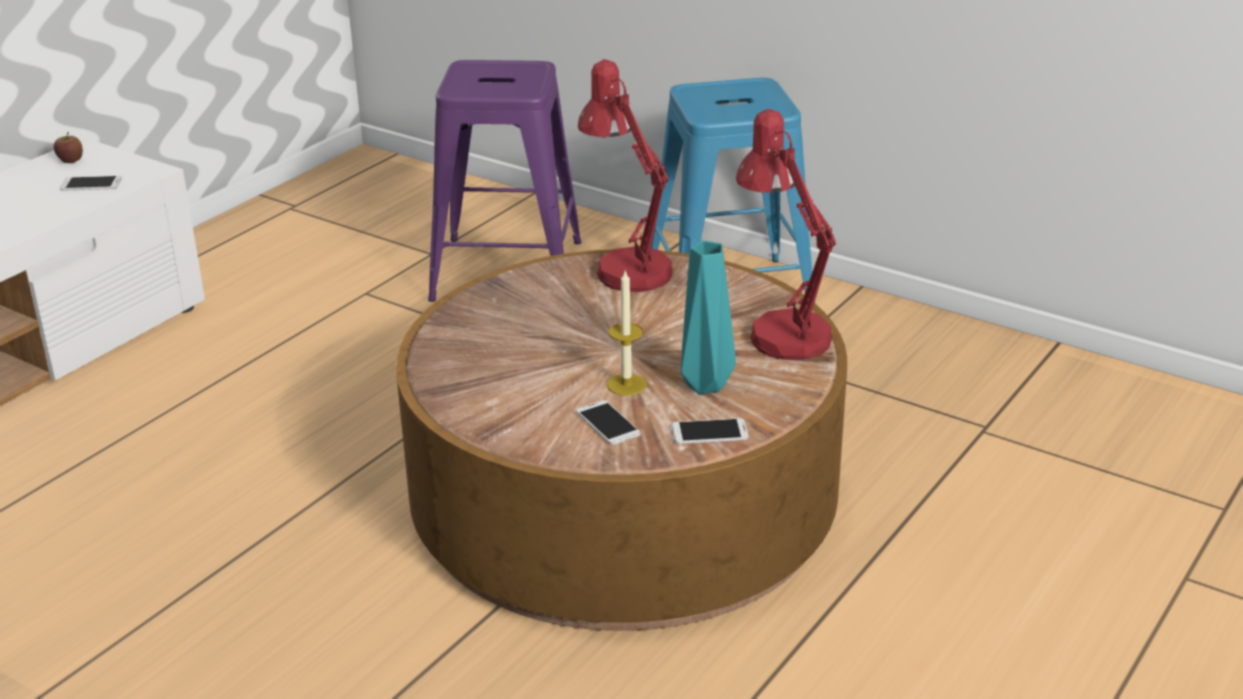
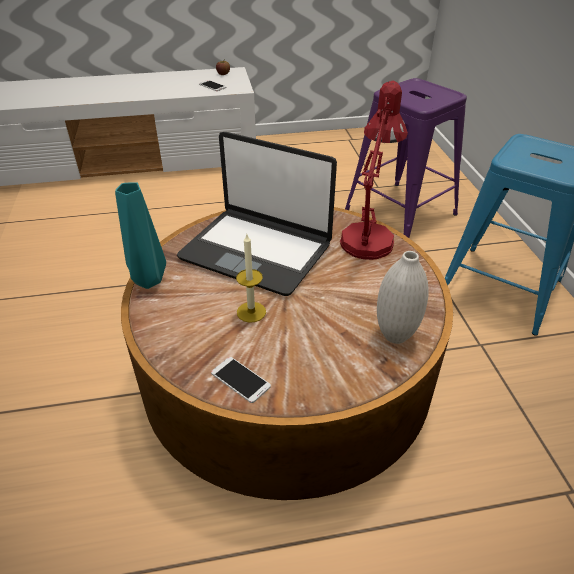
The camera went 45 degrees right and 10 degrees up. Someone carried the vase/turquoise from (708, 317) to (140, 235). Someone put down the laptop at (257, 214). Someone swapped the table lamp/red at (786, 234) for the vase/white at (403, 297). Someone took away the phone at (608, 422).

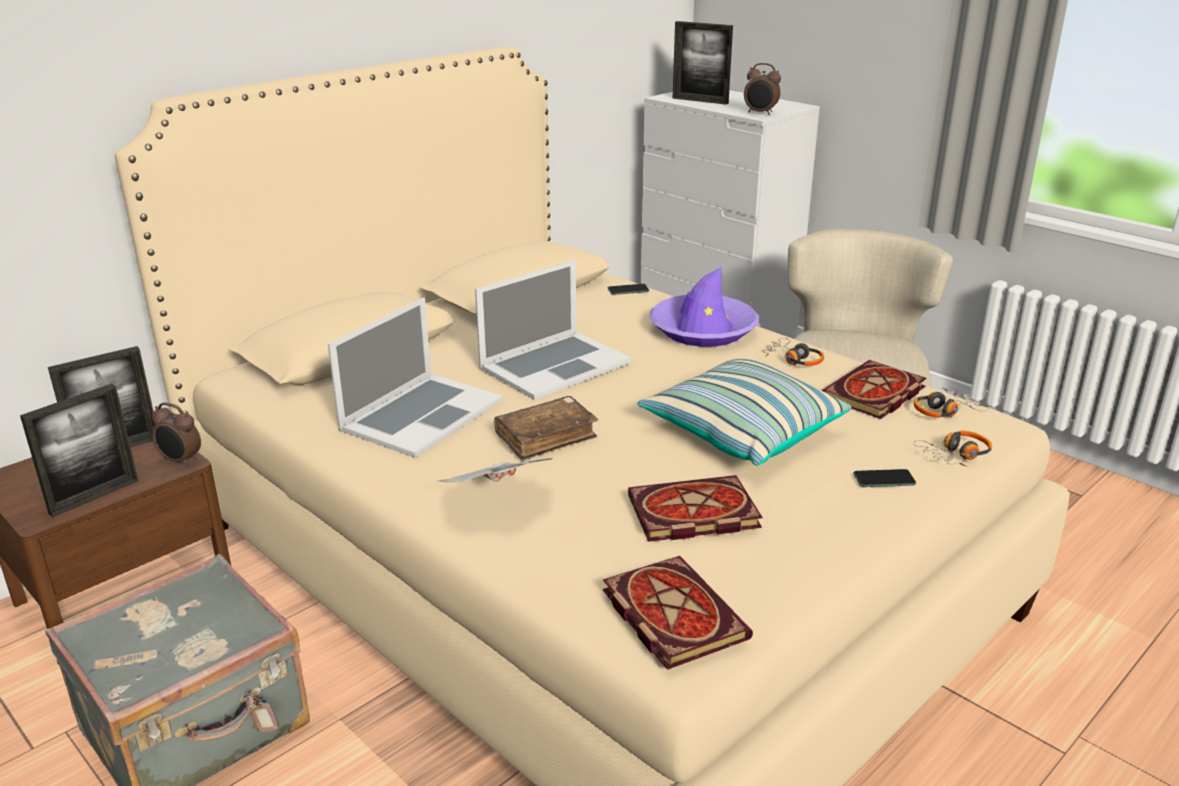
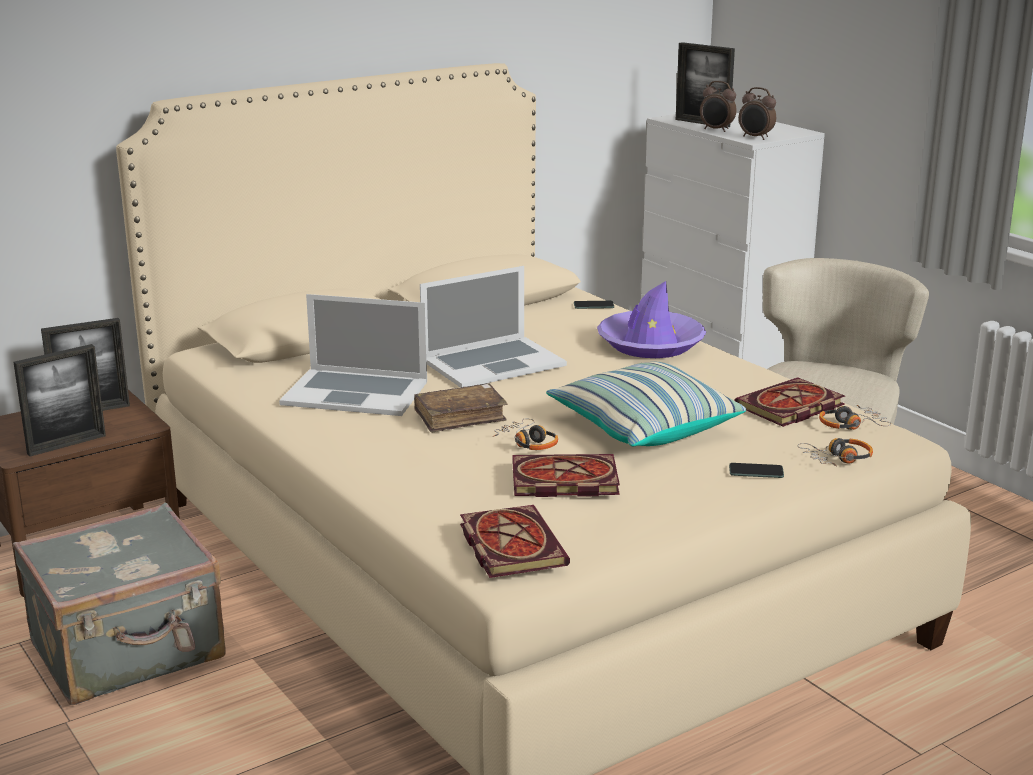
The camera went 10 degrees right and 5 degrees down. Someone rotated the laptop at (415, 377) by 60 degrees clockwise. Someone carried the headphones from (793, 352) to (525, 434). Someone carried the alarm clock from (176, 434) to (718, 106). Someone took away the newspaper at (496, 470).

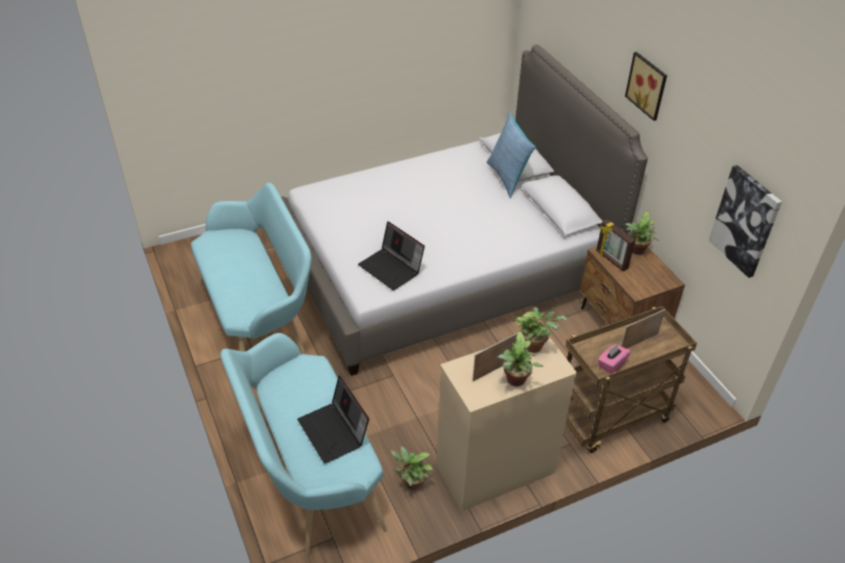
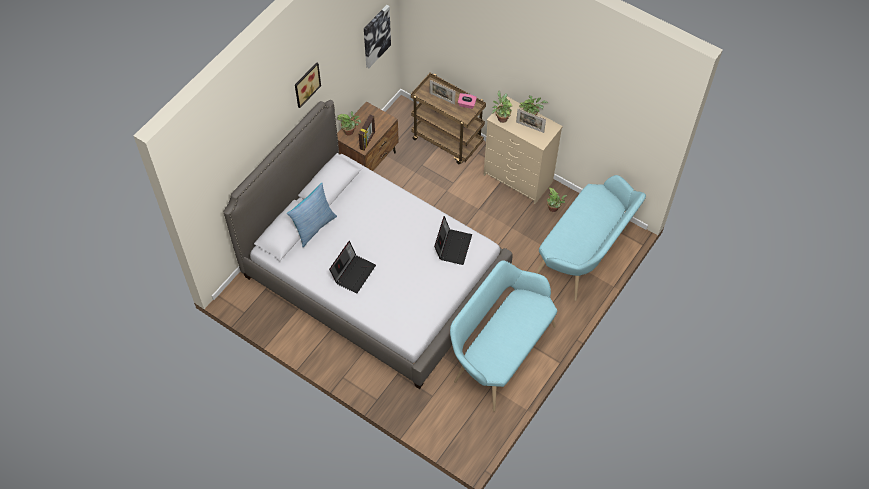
The camera went 120 degrees left and 15 degrees up. Someone carried the laptop from (333, 420) to (352, 267).

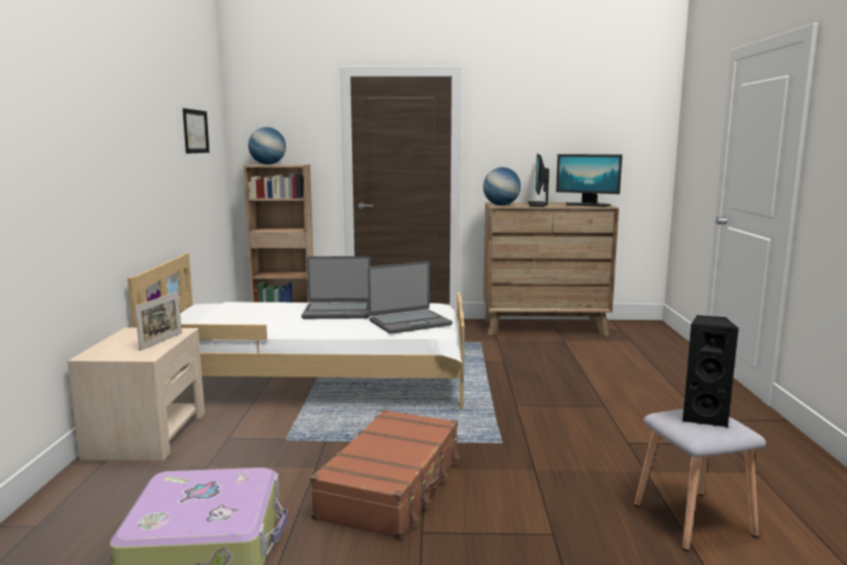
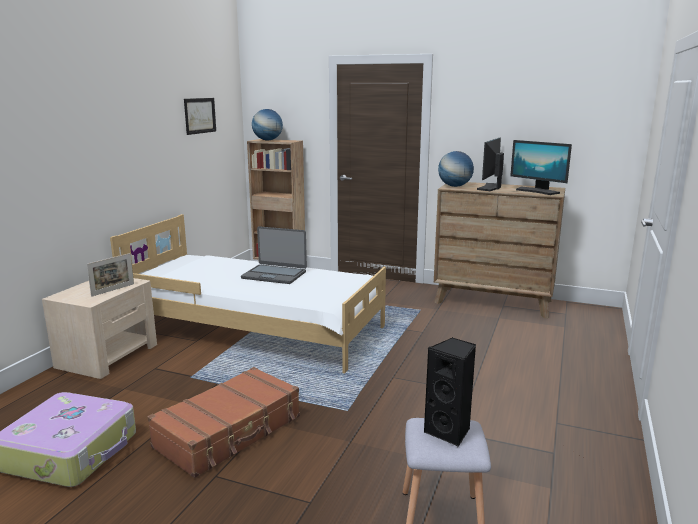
The camera went 20 degrees right and 5 degrees up. Someone took away the laptop at (410, 297).

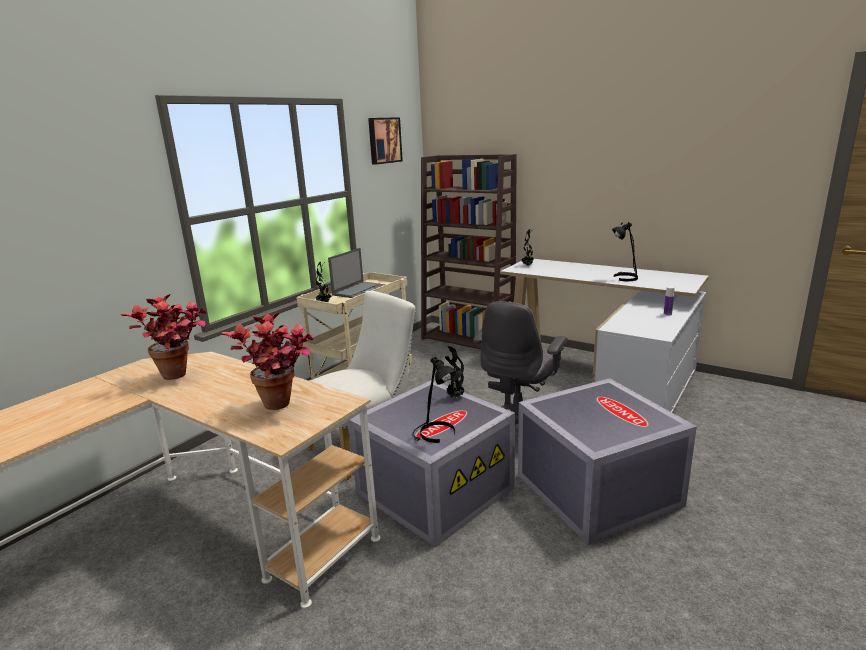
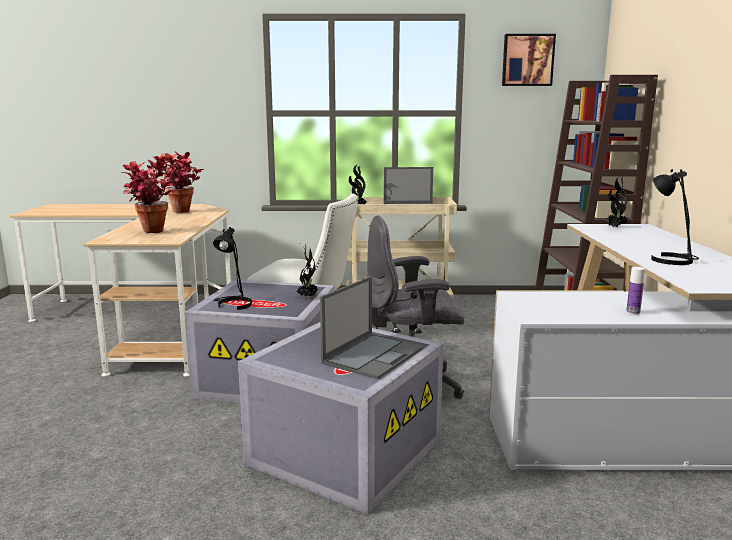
The camera went 55 degrees right and 5 degrees down. Someone put down the laptop at (371, 327).

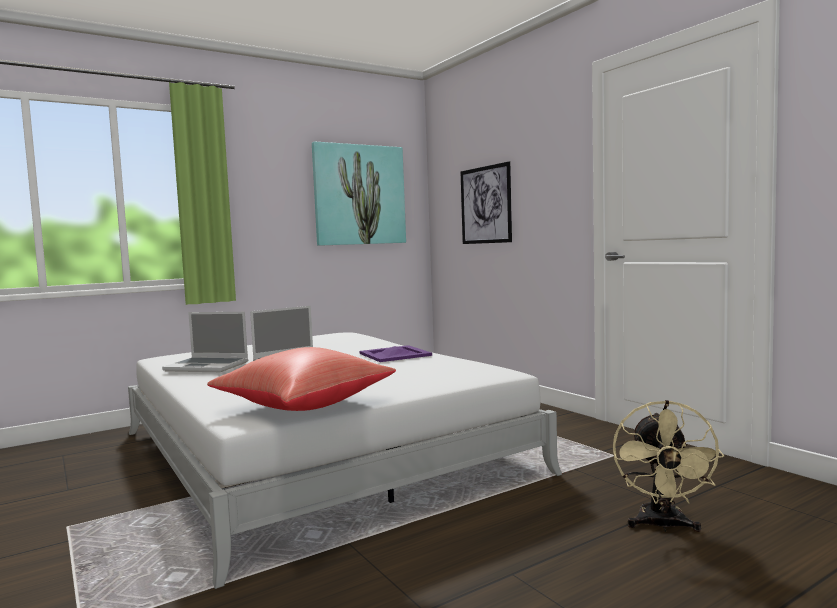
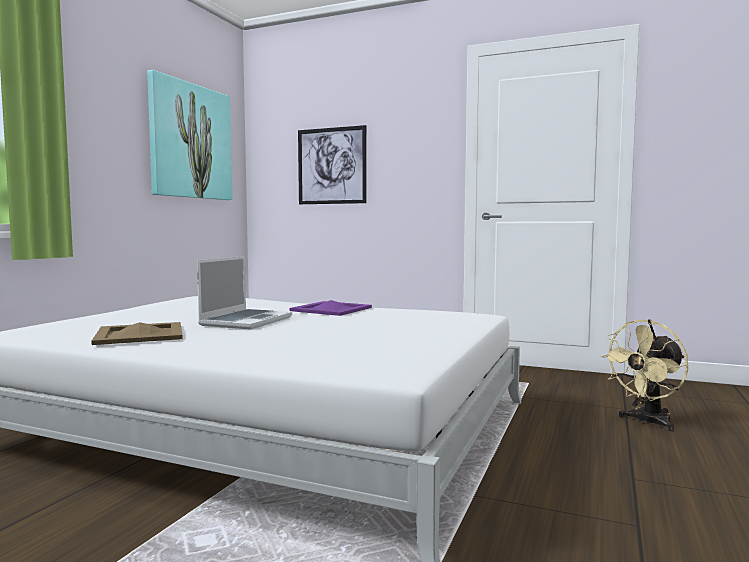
The camera went 35 degrees left and 0 degrees up. Someone swapped the laptop at (205, 342) for the tray/beige at (137, 333). Someone rotated the fan/beige at (668, 466) by 75 degrees clockwise. Someone took away the pillow/red at (301, 379).

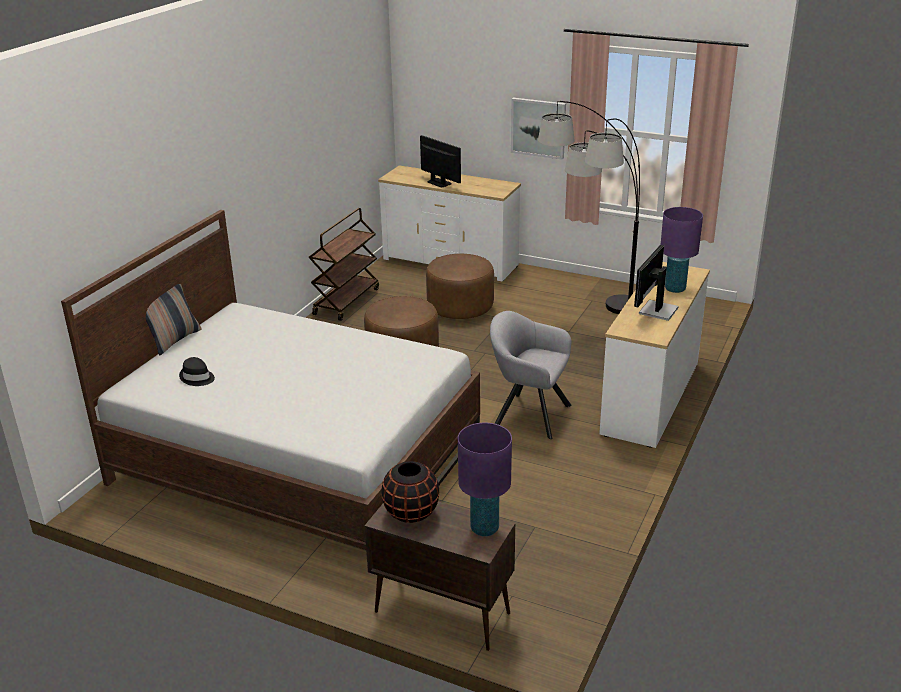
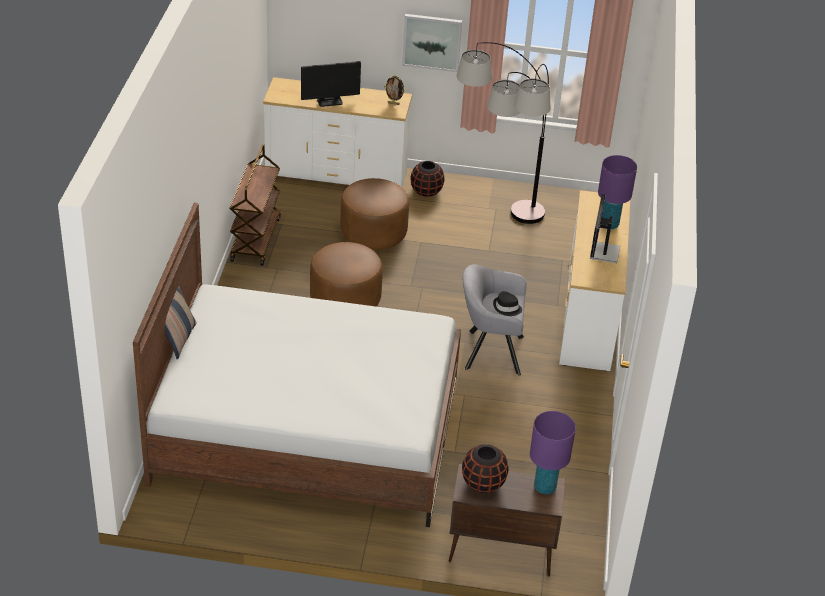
The camera went 20 degrees left and 10 degrees up. Someone rotated the monitor at (440, 161) by 135 degrees clockwise. Someone put down the picture frame at (394, 90). Someone put down the vase/black at (428, 179). Someone carried the hat/black from (197, 371) to (507, 303).

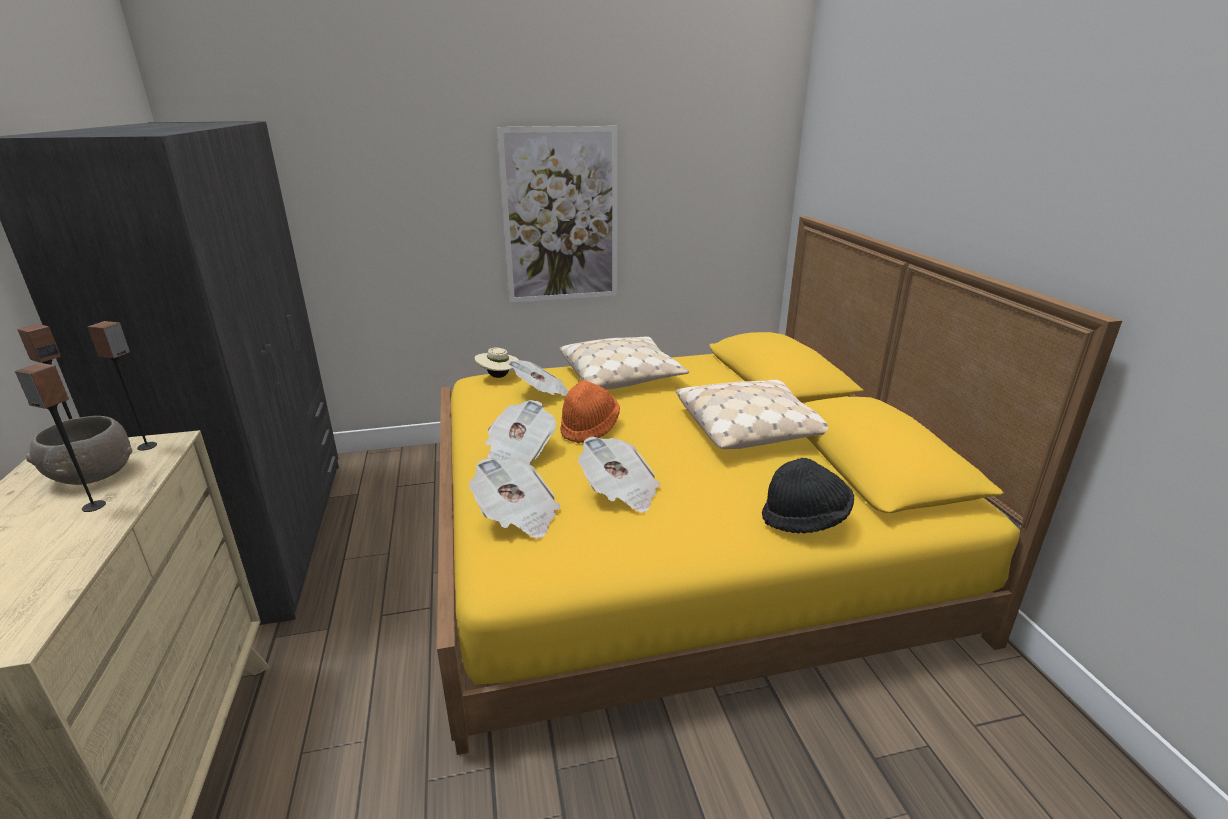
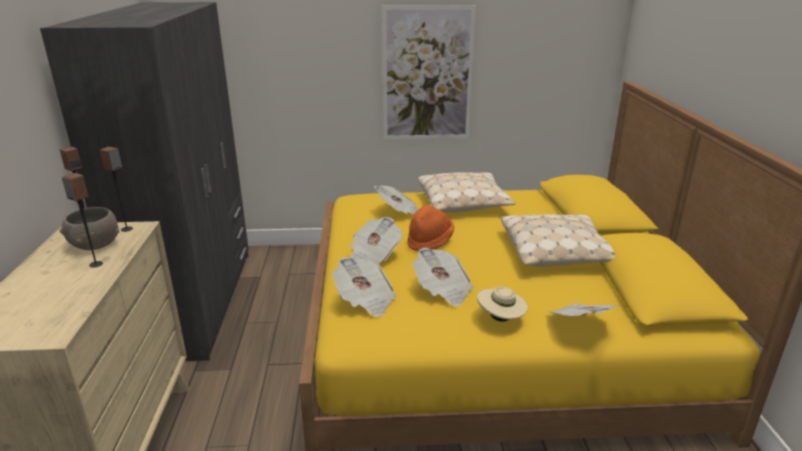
The camera went 10 degrees right and 0 degrees up. Someone carried the hat/beige from (497, 363) to (502, 304). Someone swapped the hat/black at (808, 496) for the newspaper at (583, 309).

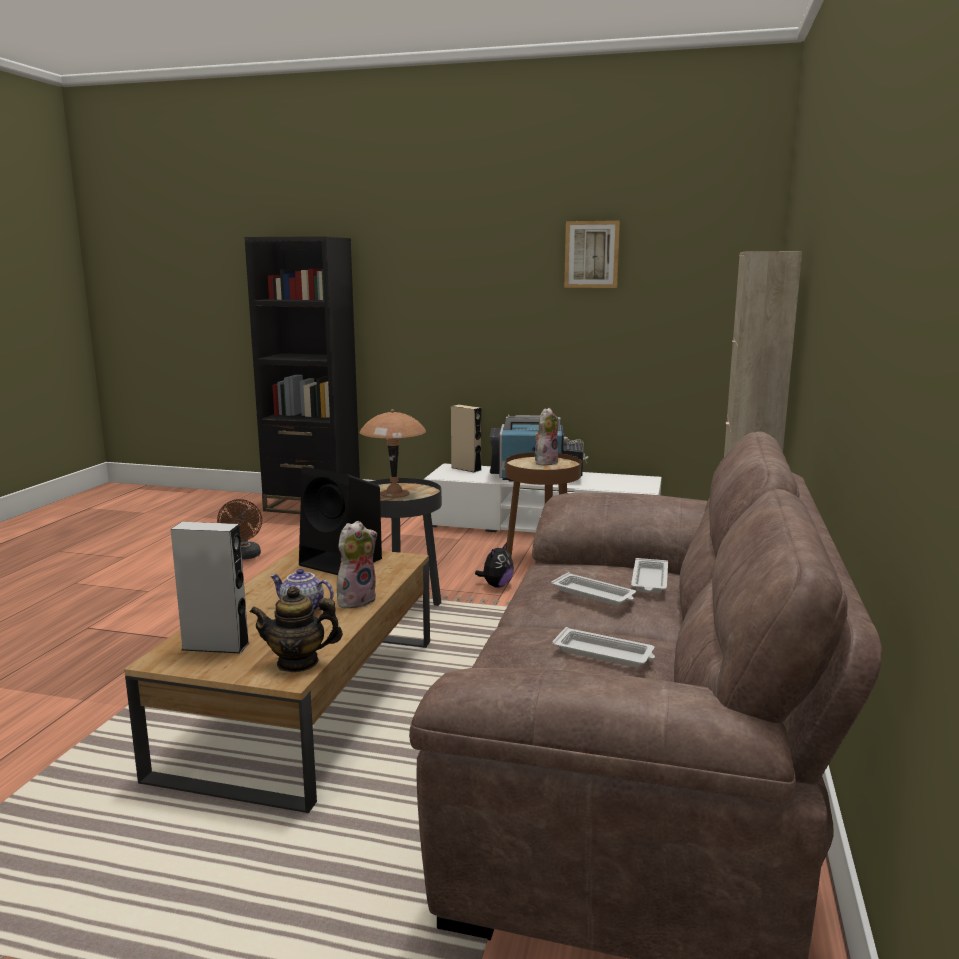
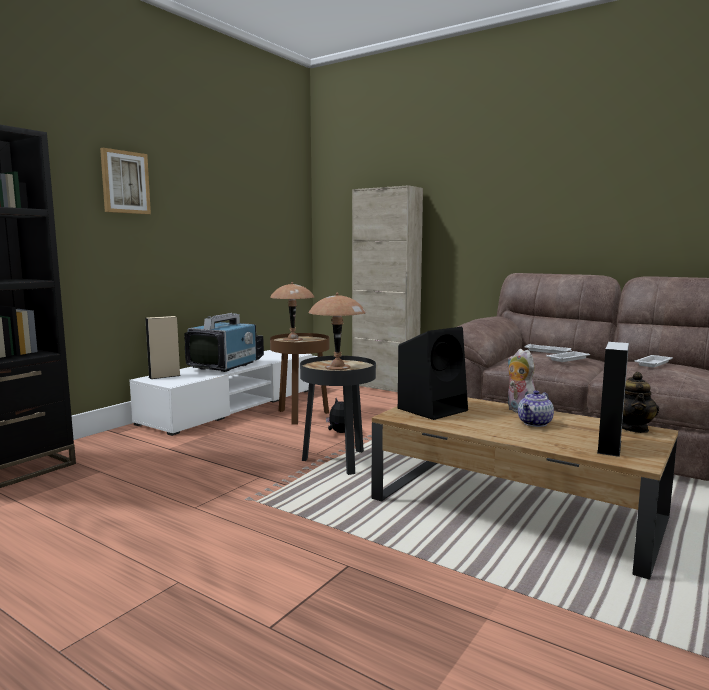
The camera went 70 degrees left and 5 degrees down. Someone carried the picture from (592, 254) to (125, 181). Someone swapped the plush toy at (546, 437) for the table lamp/brown at (292, 311). Someone took away the fan/brown at (239, 529).

